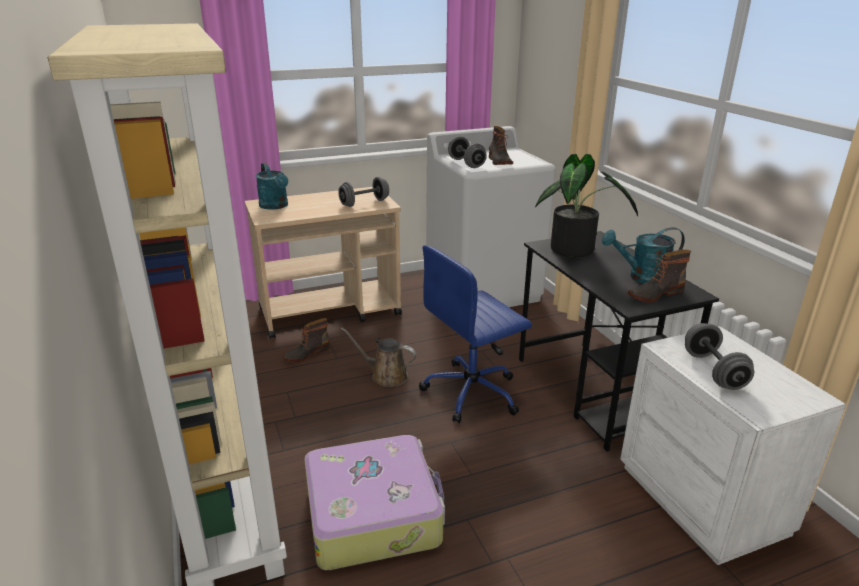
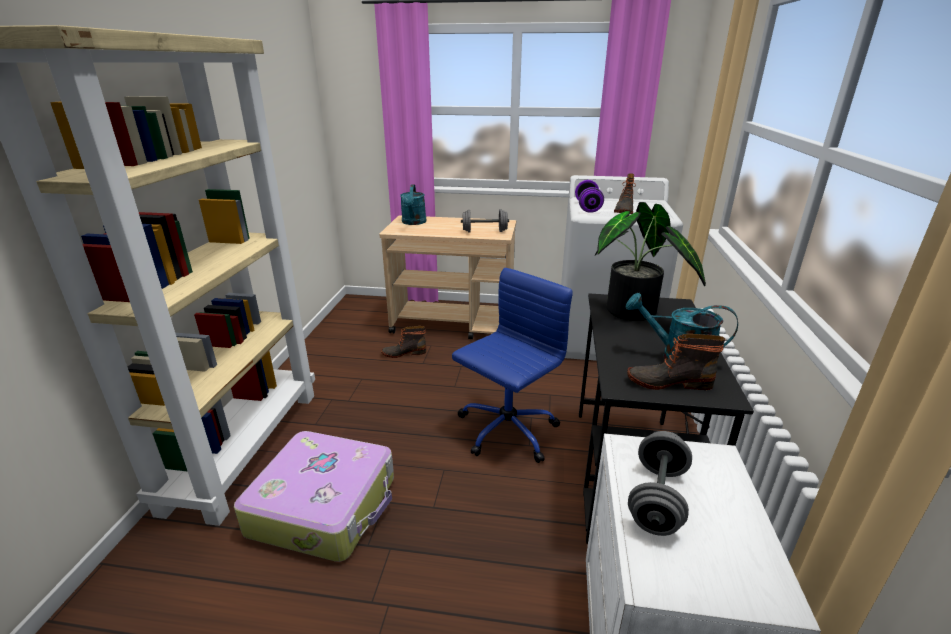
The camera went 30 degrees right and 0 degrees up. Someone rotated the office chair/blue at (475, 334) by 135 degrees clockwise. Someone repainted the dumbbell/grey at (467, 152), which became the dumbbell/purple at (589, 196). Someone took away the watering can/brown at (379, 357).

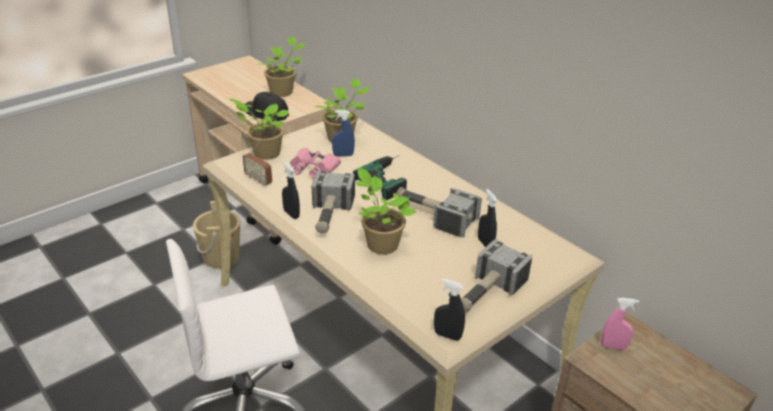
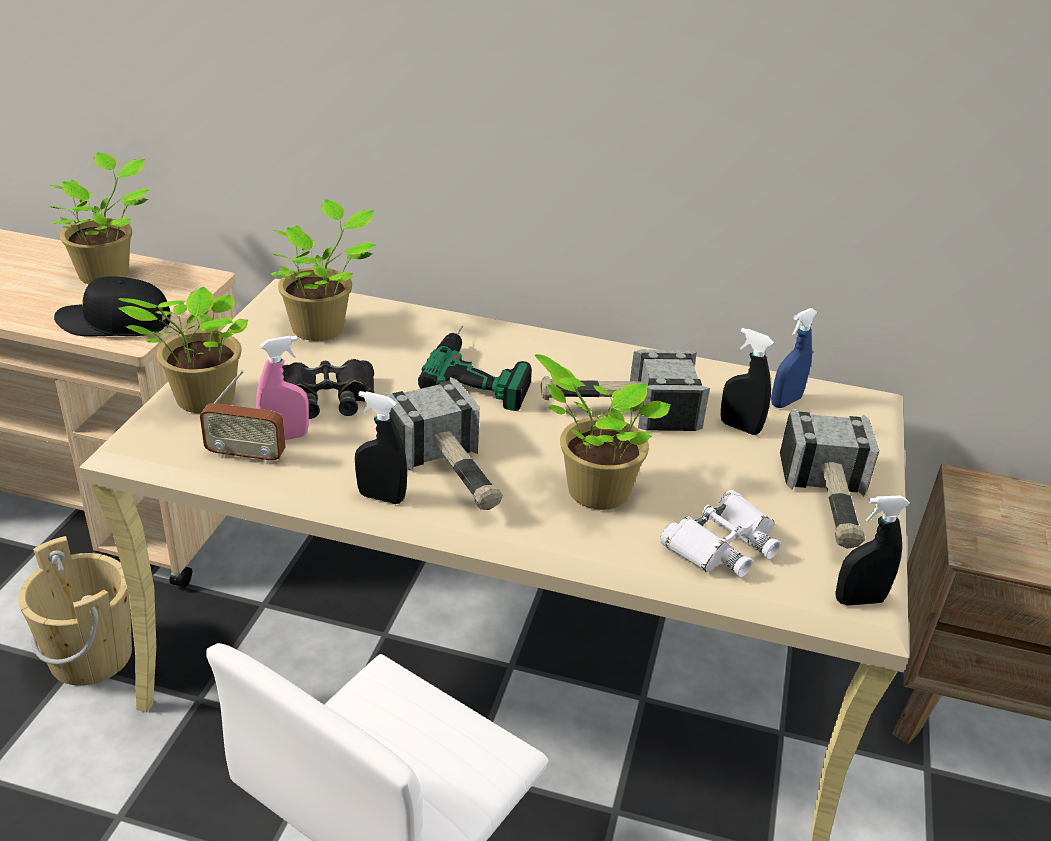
The camera went 35 degrees left and 0 degrees up. Someone carried the spray bottle/pink from (620, 324) to (282, 388). Someone repainted the binoculars/pink at (315, 163), which became the binoculars/black at (328, 389). Someone put down the binoculars/white at (720, 534). Someone carried the spray bottle/blue from (343, 133) to (794, 358).

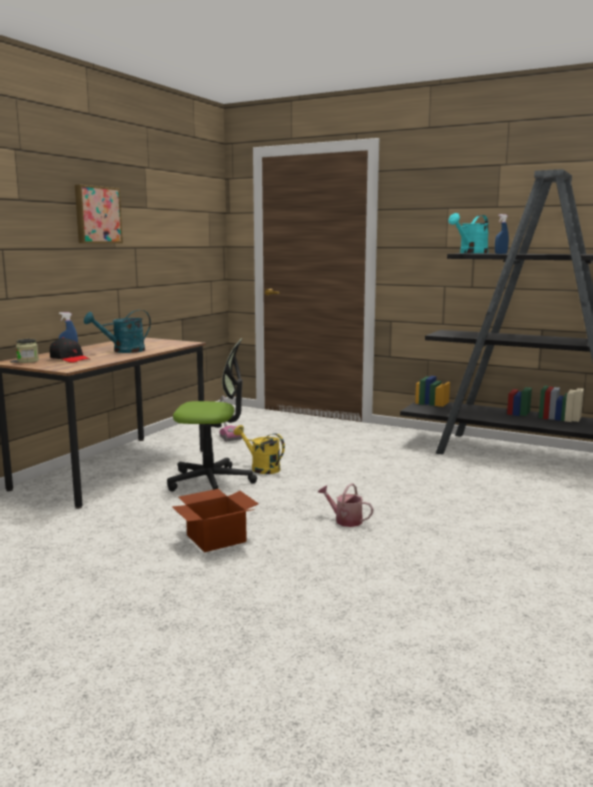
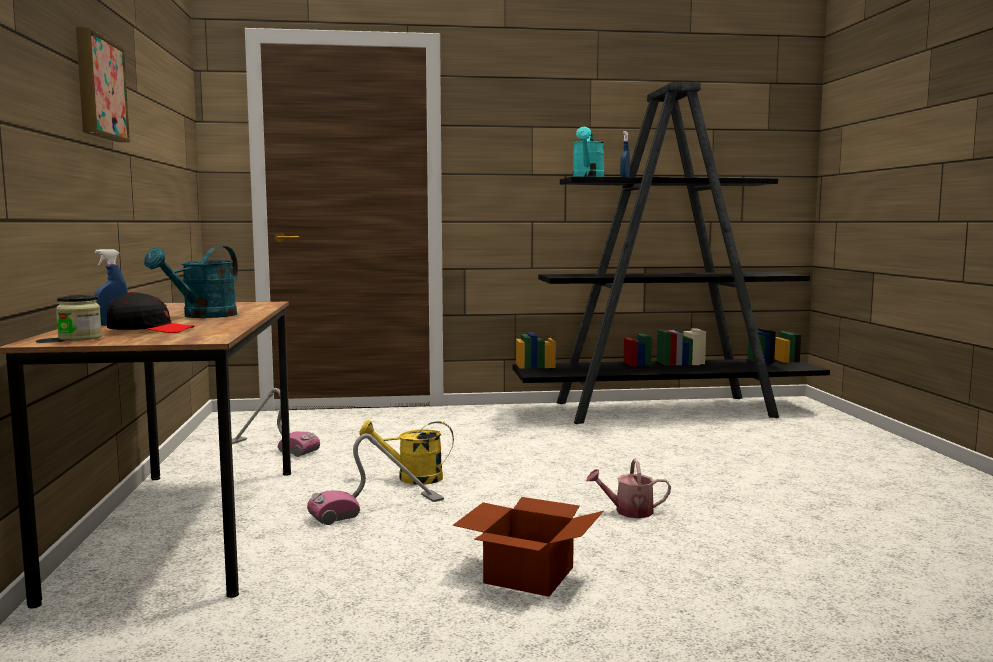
The camera went 35 degrees left and 5 degrees down. Someone swapped the office chair at (212, 415) for the vacuum cleaner at (375, 479).

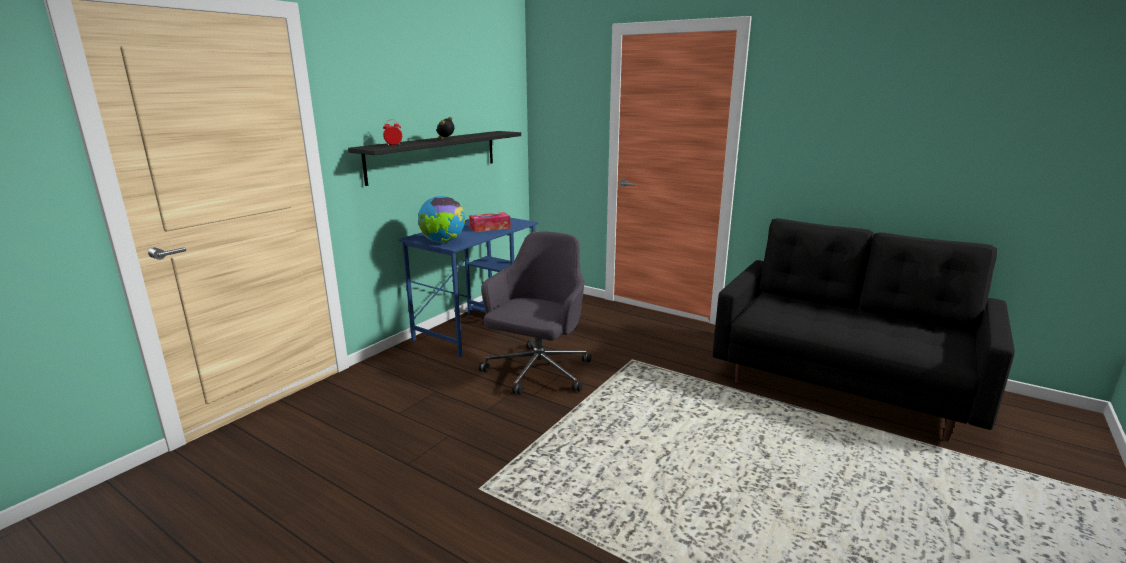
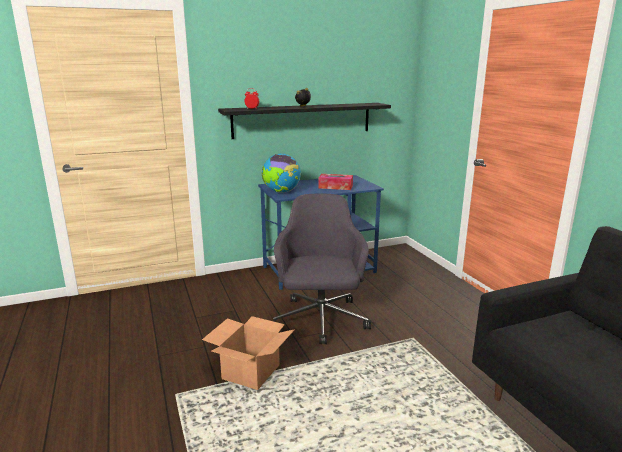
The camera went 35 degrees right and 0 degrees up. Someone put down the cardboard box at (248, 353). Someone rotated the office chair/grey at (535, 313) by 60 degrees counterclockwise.

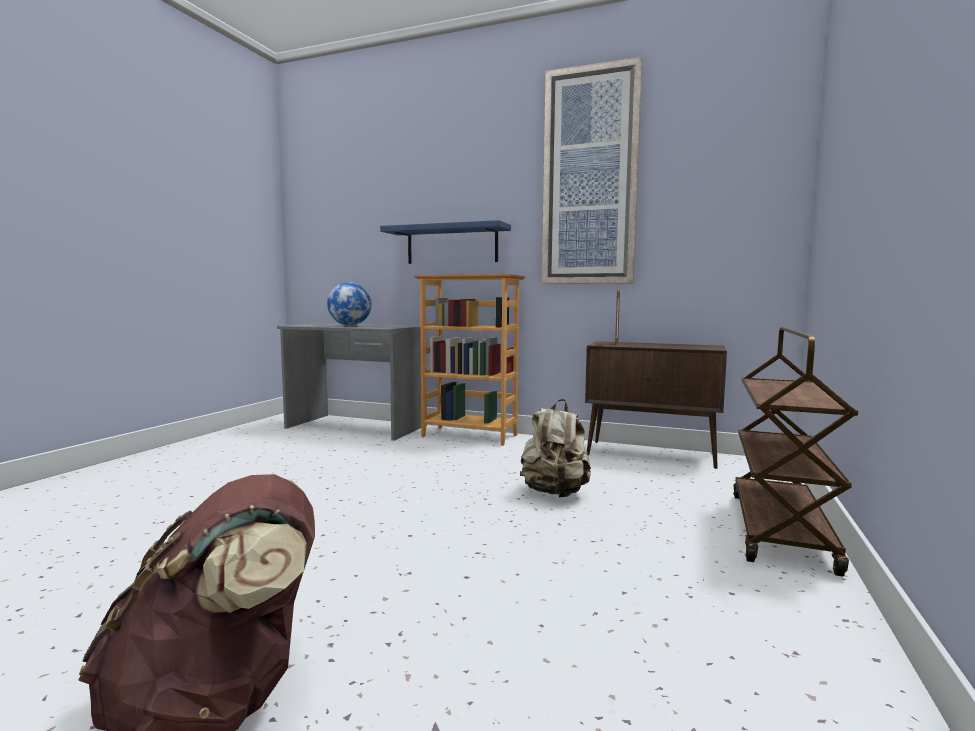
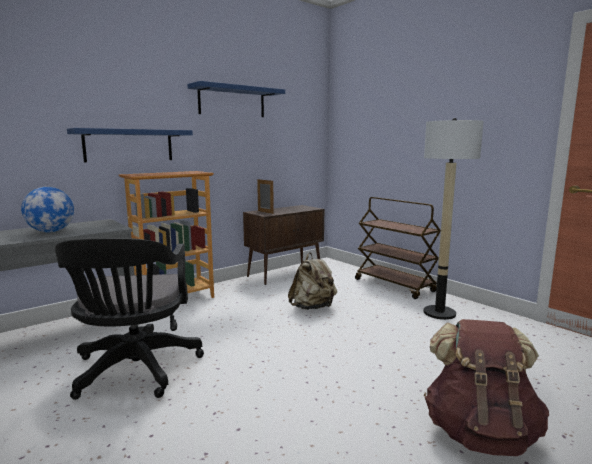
The camera went 60 degrees left and 5 degrees up. Someone put down the office chair/black at (129, 318). Someone swapped the picture at (592, 170) for the shelf/blue at (236, 99). Someone put down the floor lamp at (454, 219).

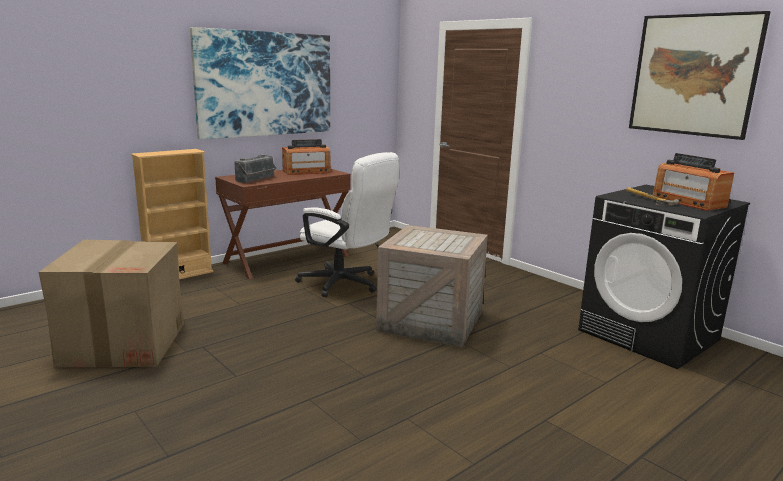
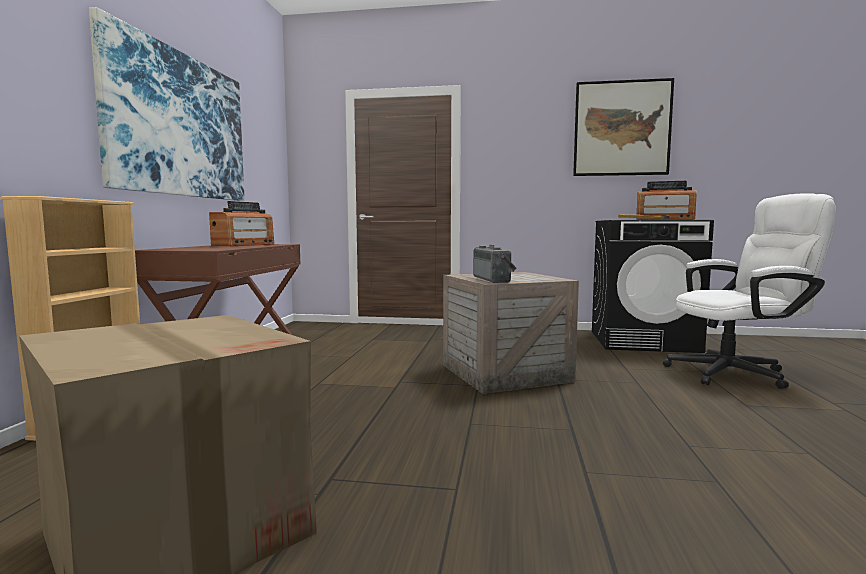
The camera went 40 degrees left and 10 degrees down. Someone carried the radio from (255, 168) to (495, 264). Someone carried the office chair/white from (347, 224) to (749, 291).

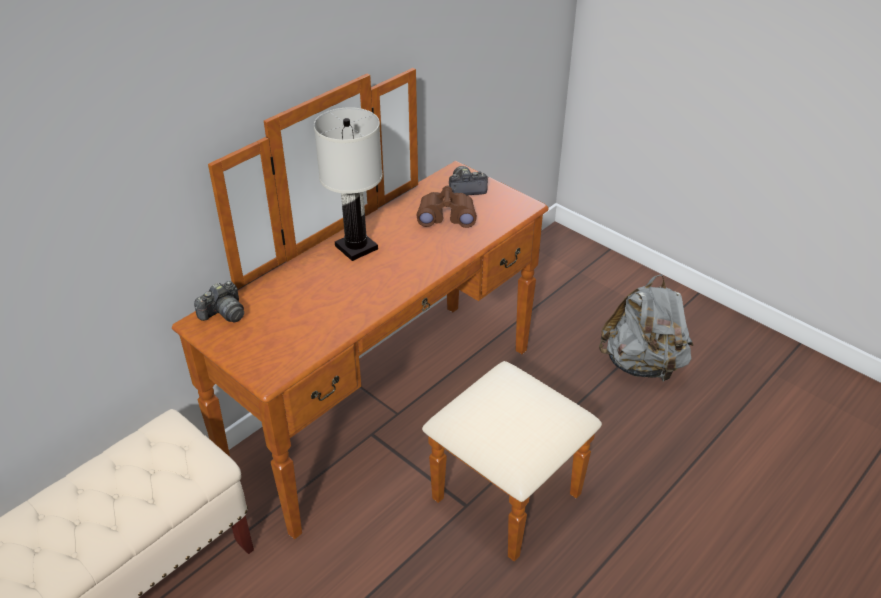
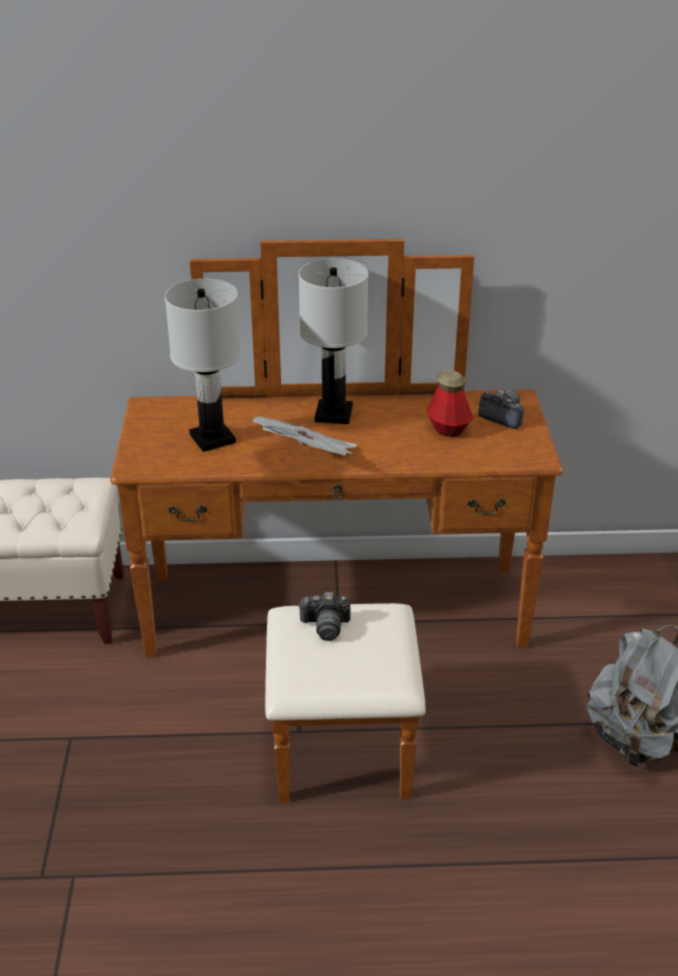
The camera went 45 degrees right and 5 degrees down. Someone put down the table lamp/white at (203, 365). Someone put down the newspaper at (304, 436). Someone carried the photo camera from (219, 302) to (324, 616). Someone swapped the binoculars/brown at (446, 207) for the bottle at (449, 403).

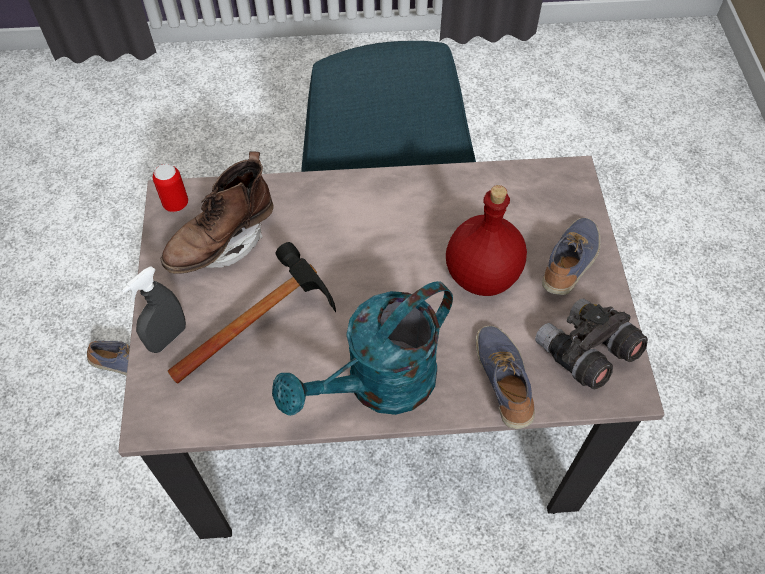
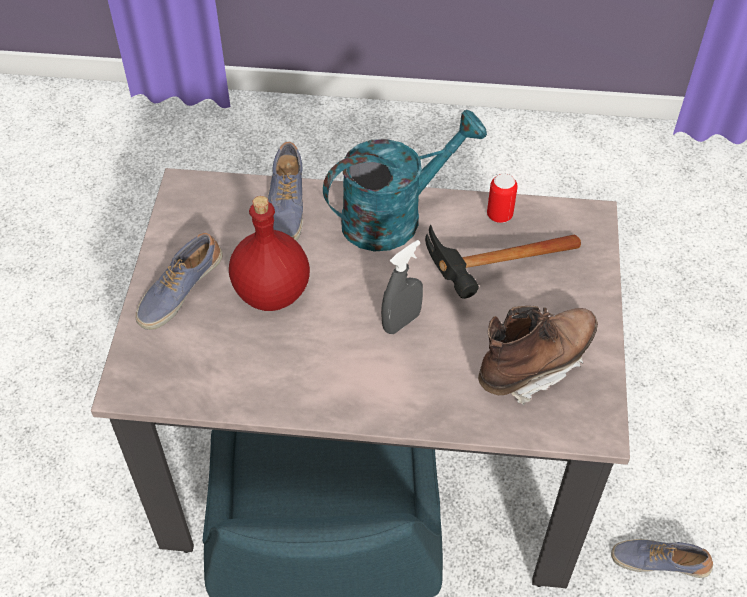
The camera went 170 degrees left and 5 degrees down. Someone carried the spray bottle/grey from (153, 309) to (402, 287). Someone carried the can from (170, 188) to (502, 198). Someone took away the binoculars/grey at (591, 343).

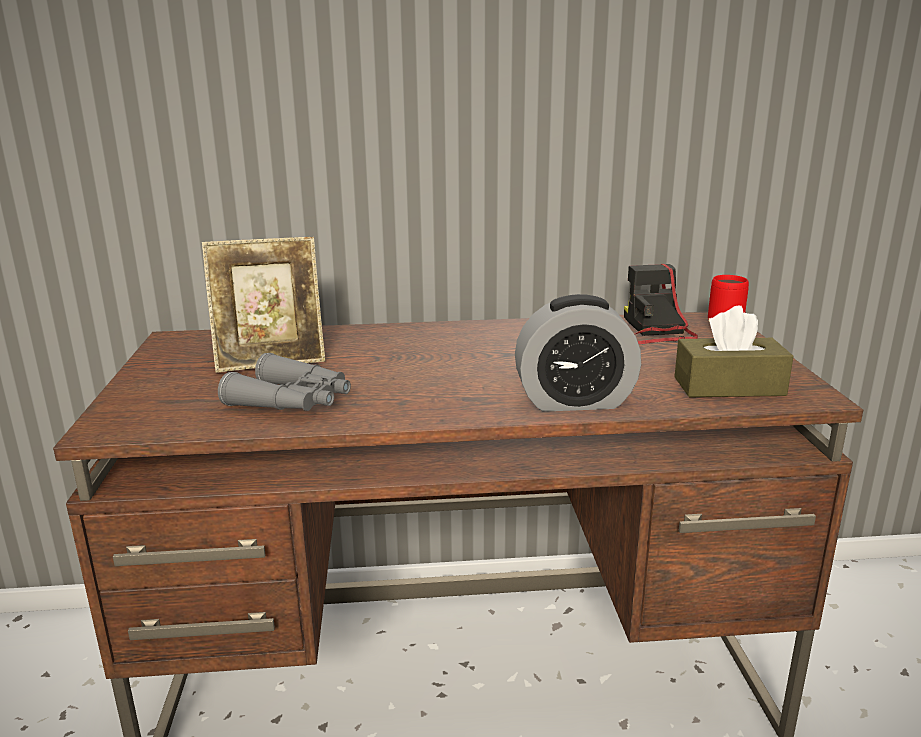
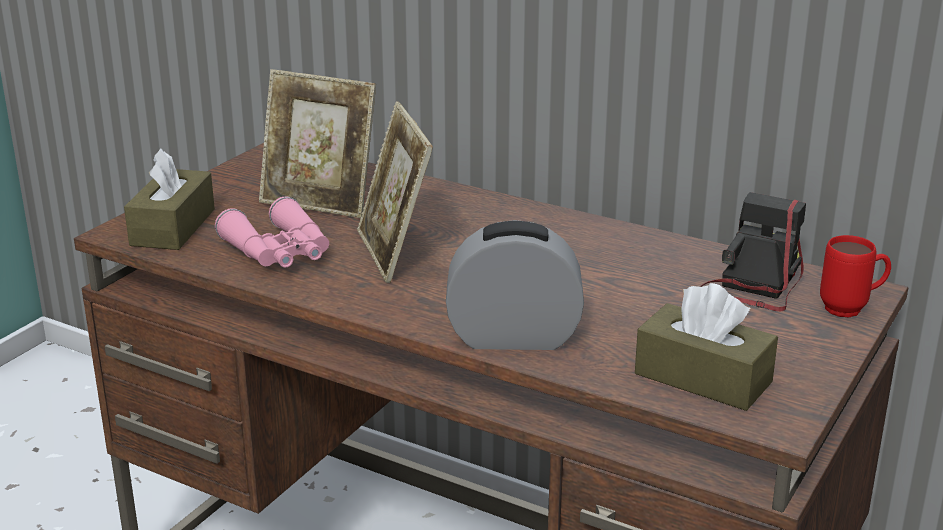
The camera went 35 degrees right and 5 degrees up. Someone put down the tissue box/brown at (169, 199). Someone repainted the binoculars/grey at (284, 382), which became the binoculars/pink at (272, 231). Someone put down the picture frame at (395, 192). Someone rotated the alarm clock at (578, 353) by 150 degrees clockwise.

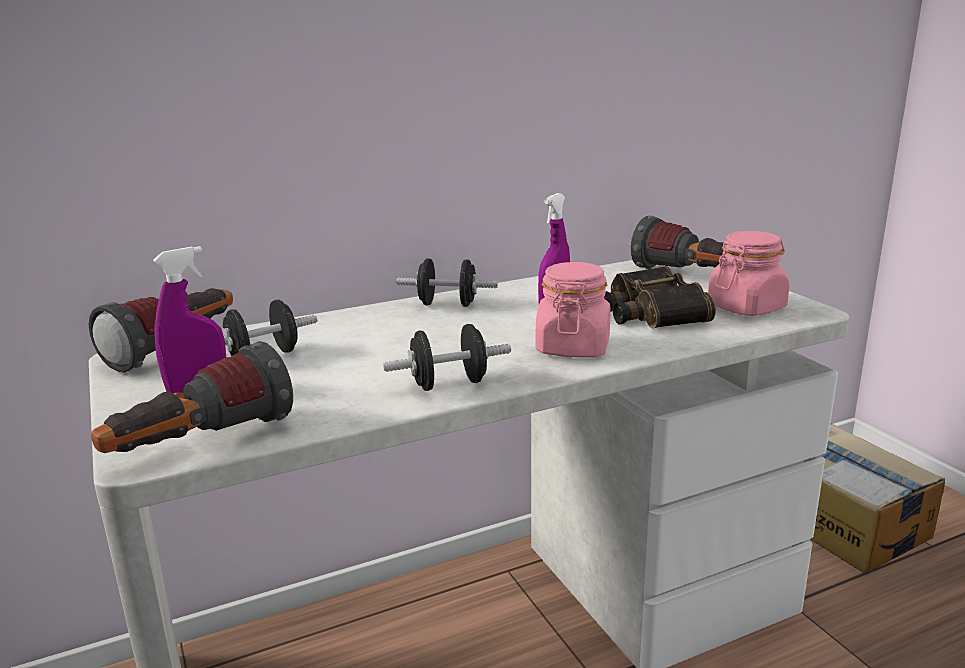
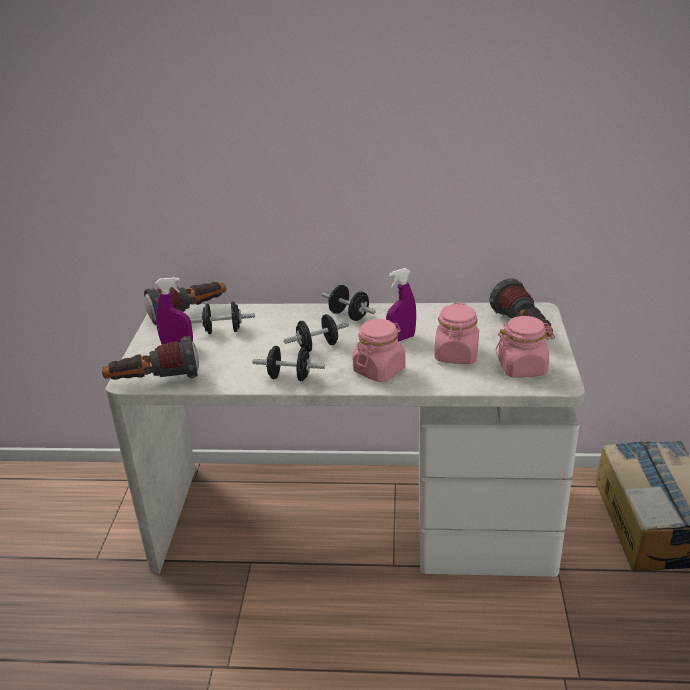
The camera went 30 degrees right and 10 degrees up. Someone put down the dumbbell/black at (316, 333). Someone swapped the binoculars at (660, 297) for the jar/pink at (457, 333).

